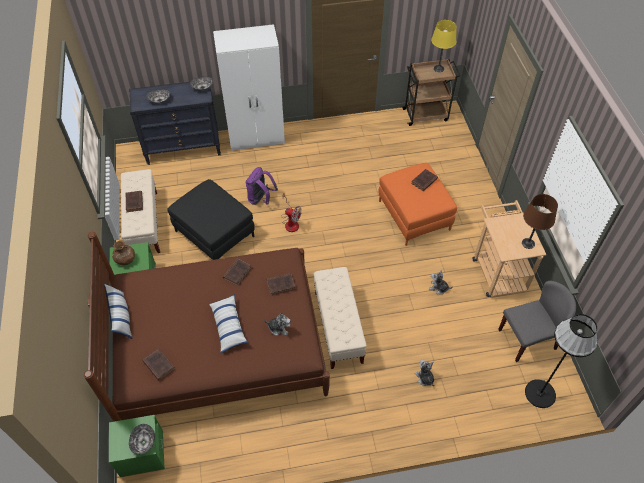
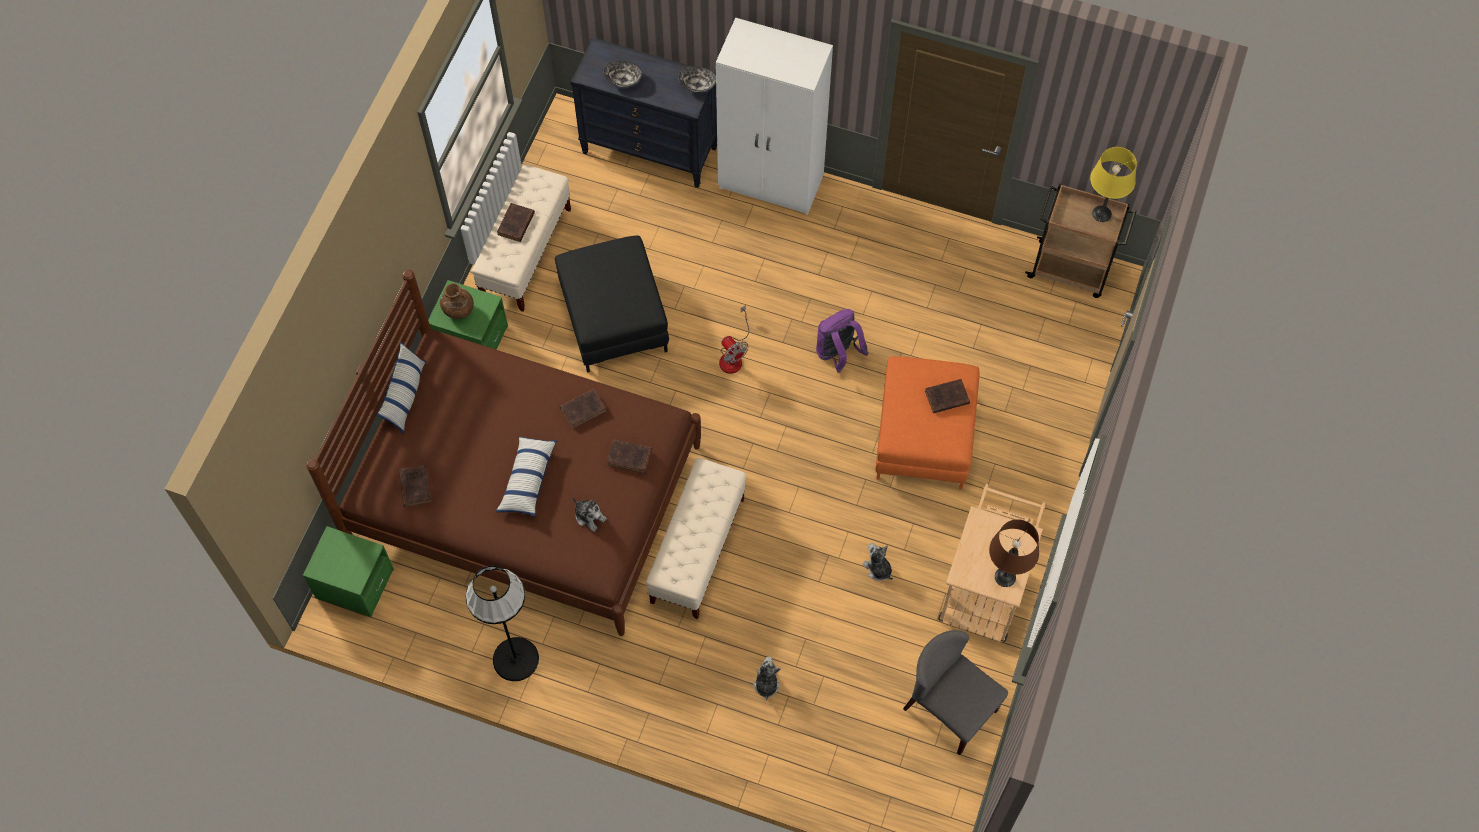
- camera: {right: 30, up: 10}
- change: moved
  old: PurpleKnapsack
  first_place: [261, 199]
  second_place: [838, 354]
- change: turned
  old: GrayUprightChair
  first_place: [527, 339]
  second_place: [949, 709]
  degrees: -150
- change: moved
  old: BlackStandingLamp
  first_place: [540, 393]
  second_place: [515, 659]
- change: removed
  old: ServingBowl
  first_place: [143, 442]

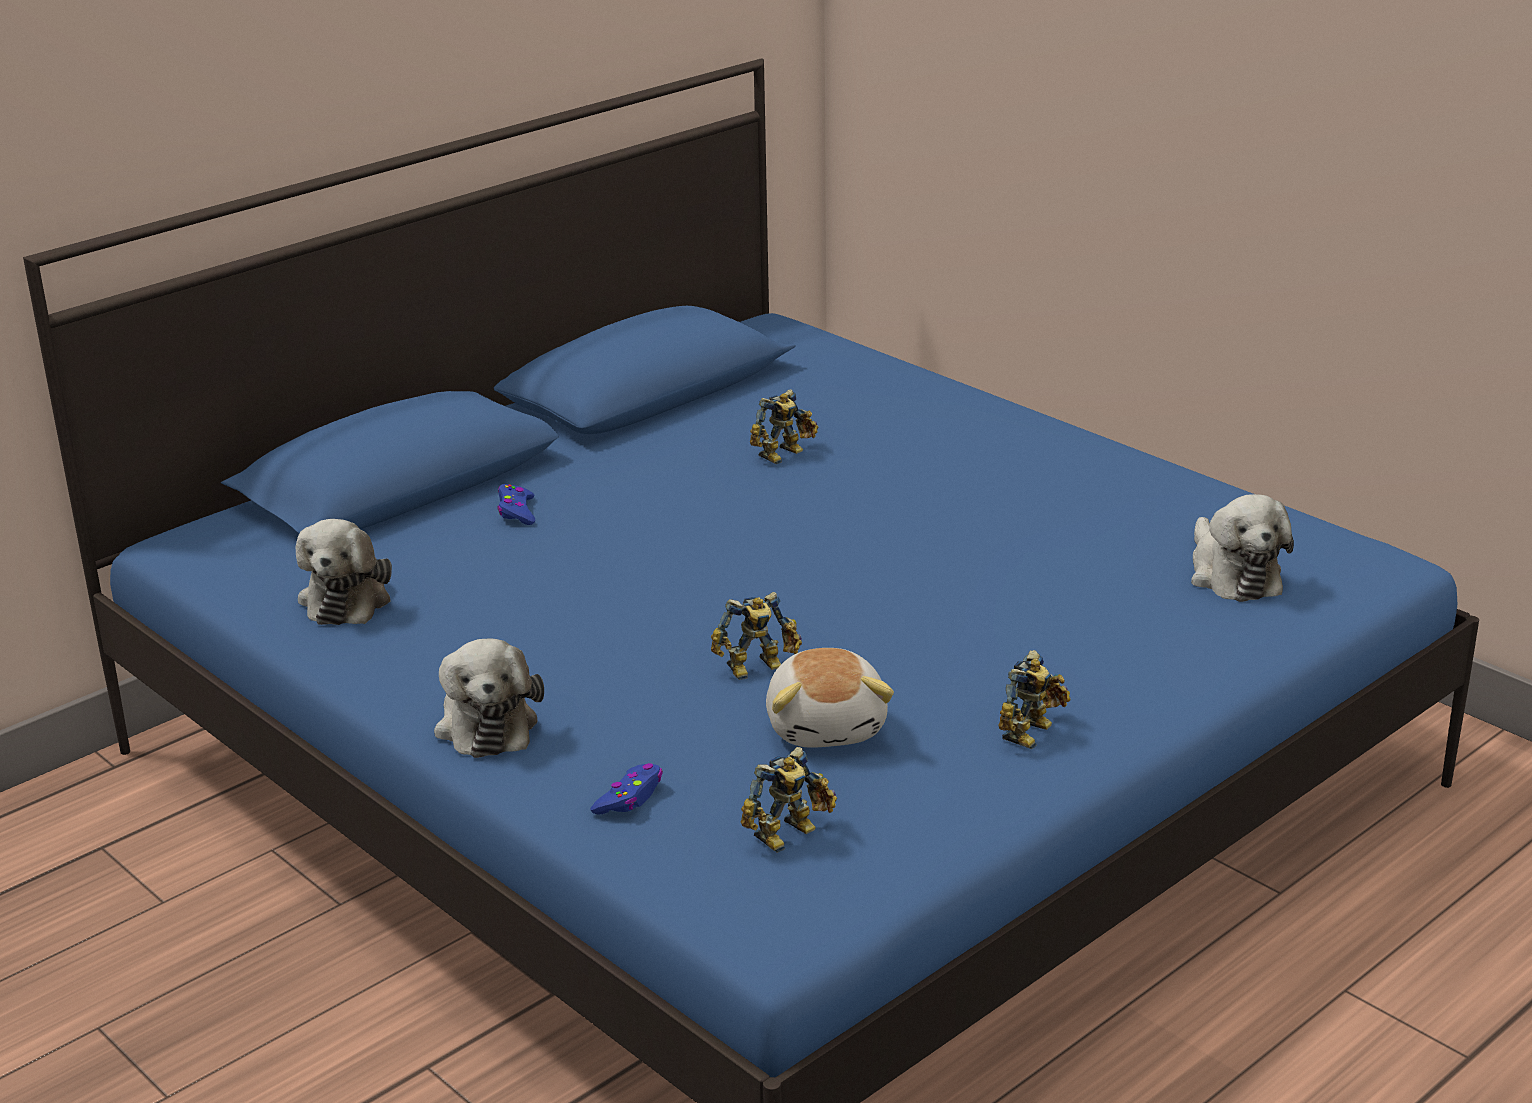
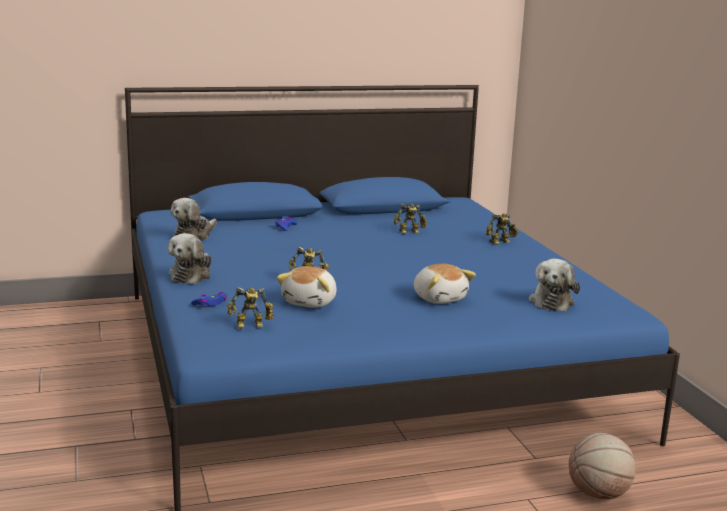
- camera: {right: 25, up: -10}
- change: moved
  old: RobotFigure
  first_place: [1032, 733]
  second_place: [501, 242]
- change: added
  new: SoftToy
  second_place: [439, 298]
- change: added
  new: Basketball
  second_place: [598, 494]

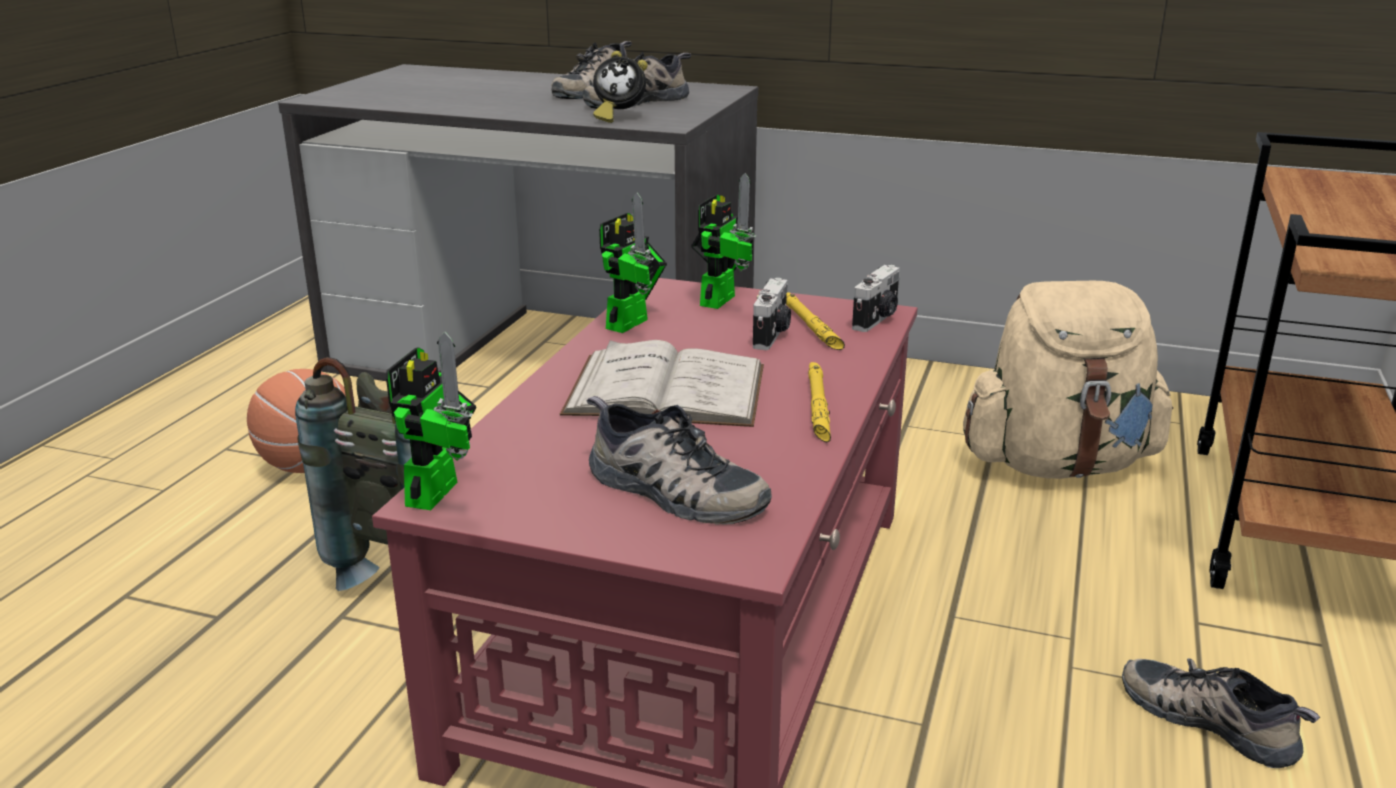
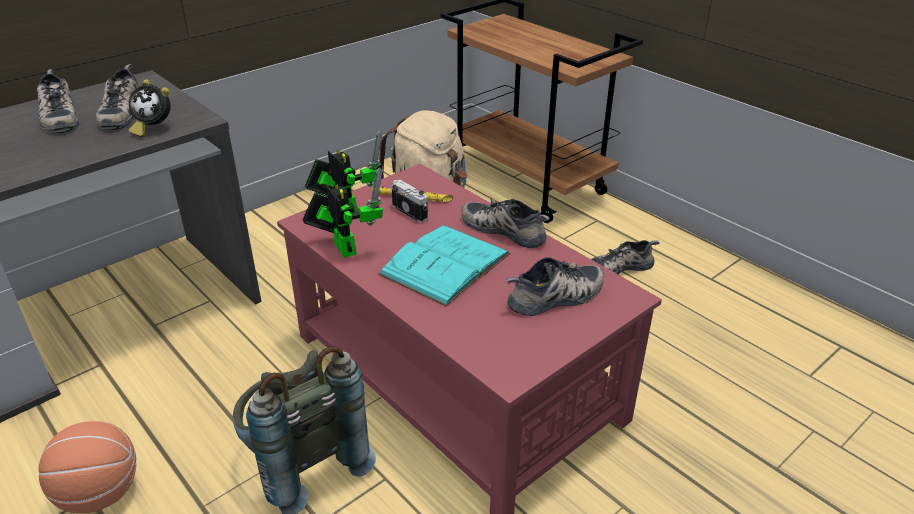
- camera: {right: -60, up: 10}
- change: turned
  old: BedsideClock
  first_place: [618, 117]
  second_place: [153, 129]
  degrees: 60
- change: removed
  old: StillCamera
  first_place: [877, 319]
- change: removed
  old: RobotFigure
  first_place: [436, 489]
- change: recoloured
  old: WhiteBook
  new: TurquoiseBook
  first_place: [666, 389]
  second_place: [445, 264]
- change: replaced
  old: YellowishHandTorch
  new: ItemOfFootwear
  first_place: [818, 407]
  second_place: [505, 229]

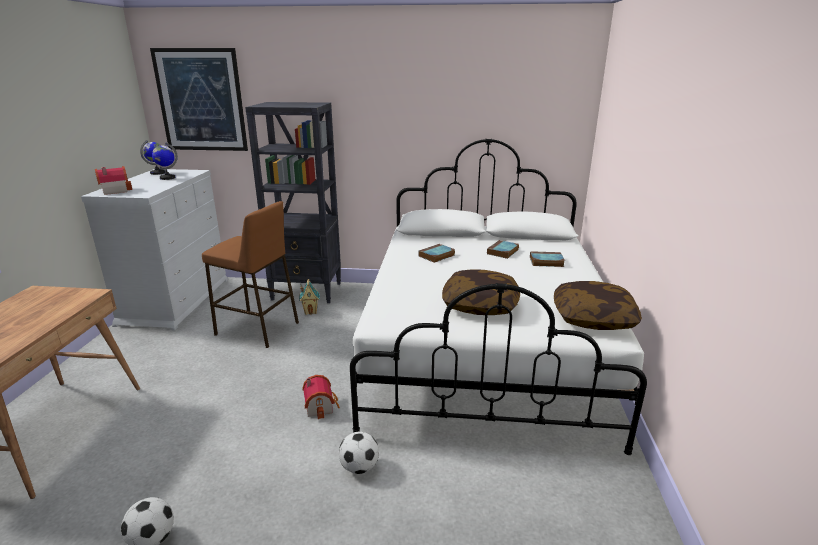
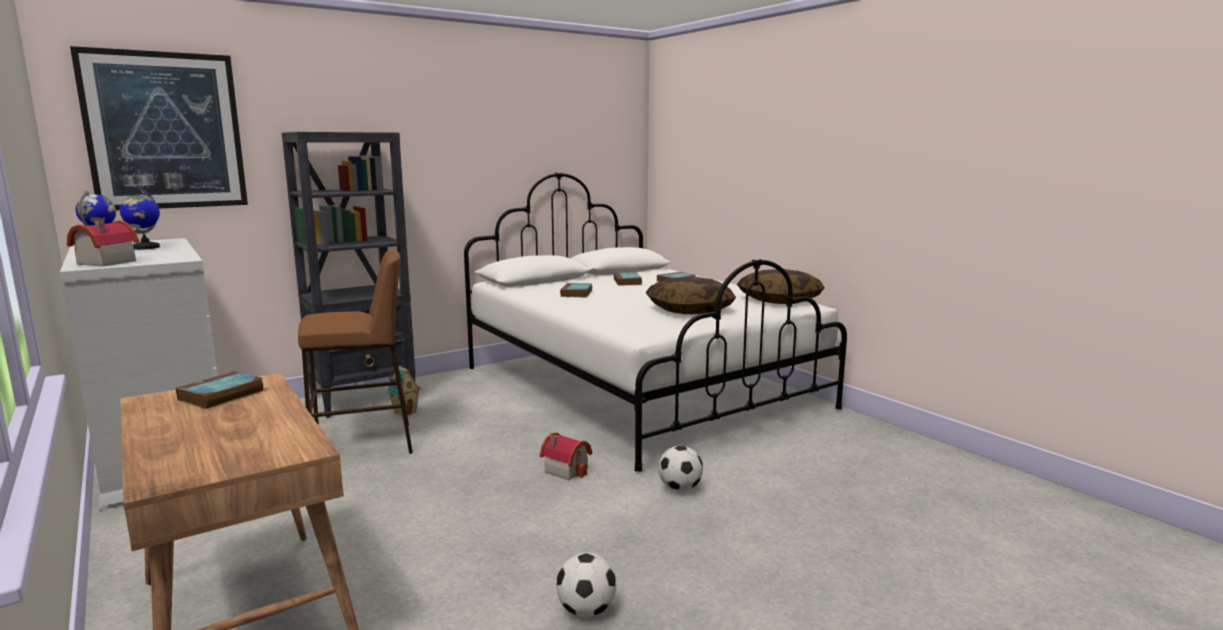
- camera: {right: -40, up: -10}
- change: added
  new: Book
  second_place: [221, 396]

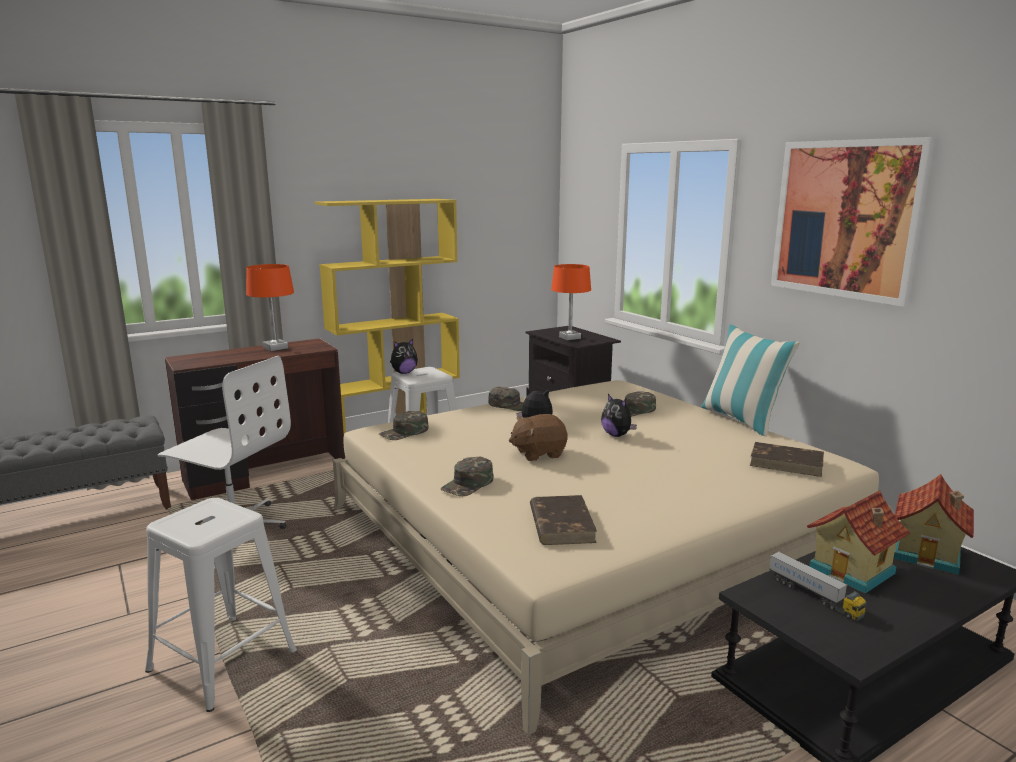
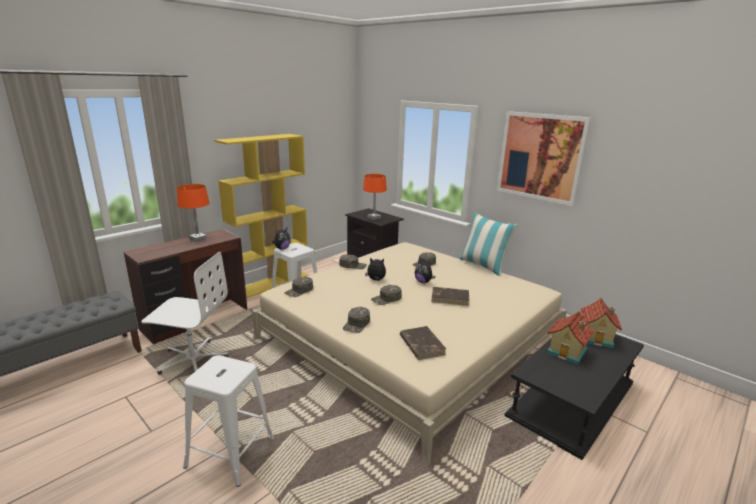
- camera: {right: -15, up: 5}
- change: replaced
  old: BrownColouredSoftToy
  new: GreenishBaseballCap
  first_place: [538, 453]
  second_place: [386, 299]
- change: moved
  old: BrownColouredBook
  first_place: [787, 462]
  second_place: [450, 298]
- change: removed
  old: ToyTruck
  first_place: [814, 596]

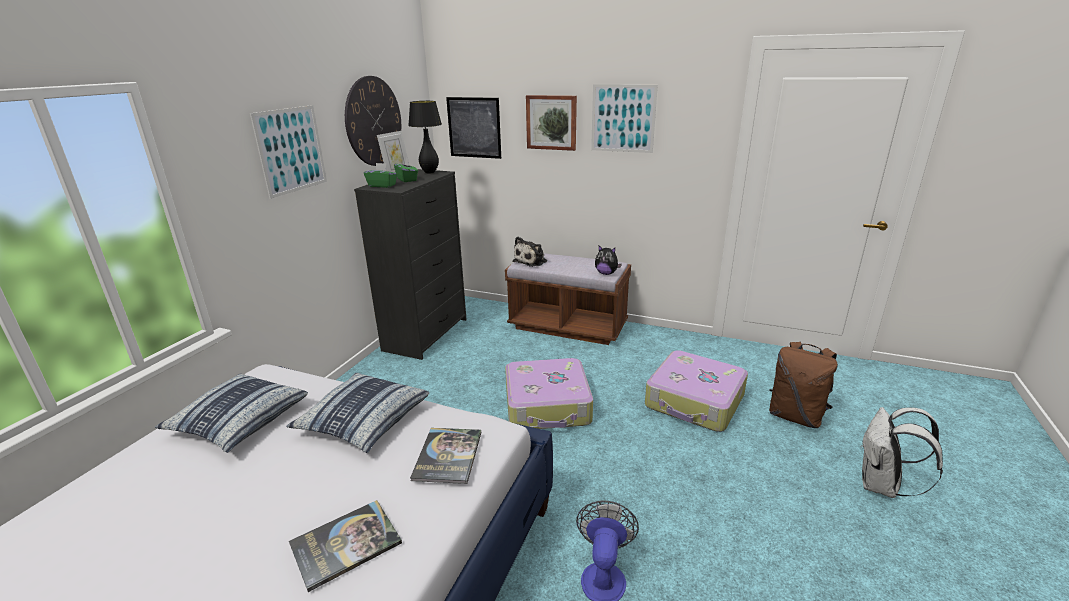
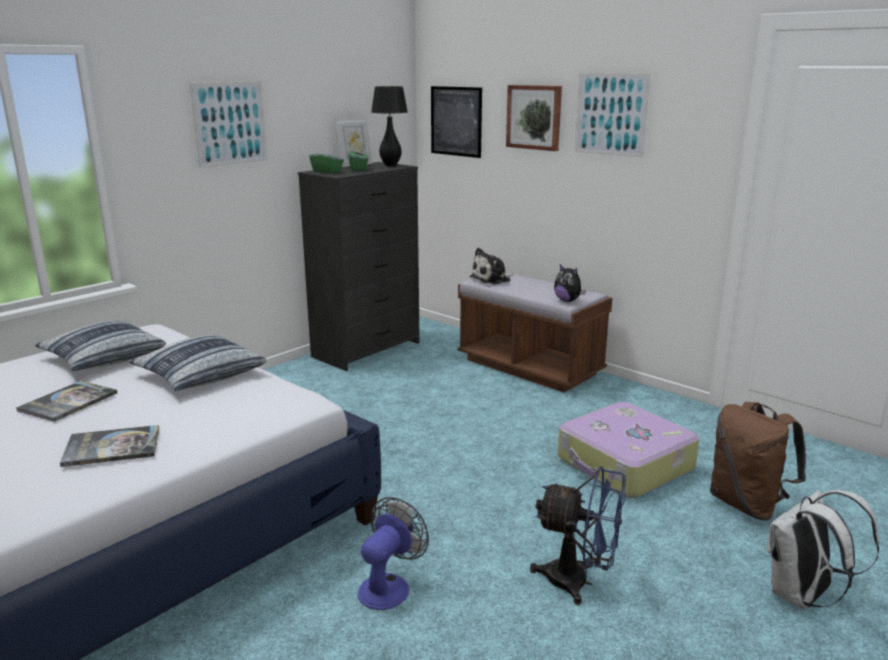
- camera: {right: 20, up: -5}
- change: removed
  old: WallClock
  first_place: [373, 121]
- change: removed
  old: Suitcase
  first_place: [548, 406]
- change: moved
  old: Book
  first_place: [448, 455]
  second_place: [68, 402]
- change: added
  new: BluishElectricFan
  second_place: [579, 582]

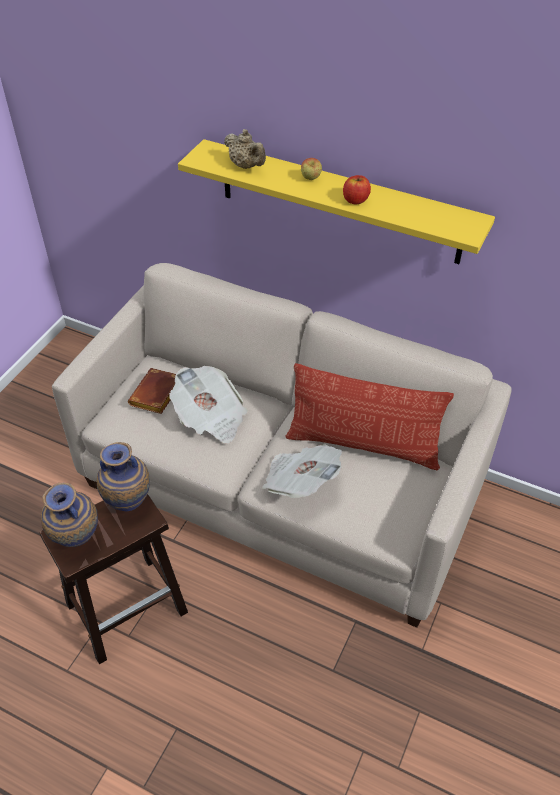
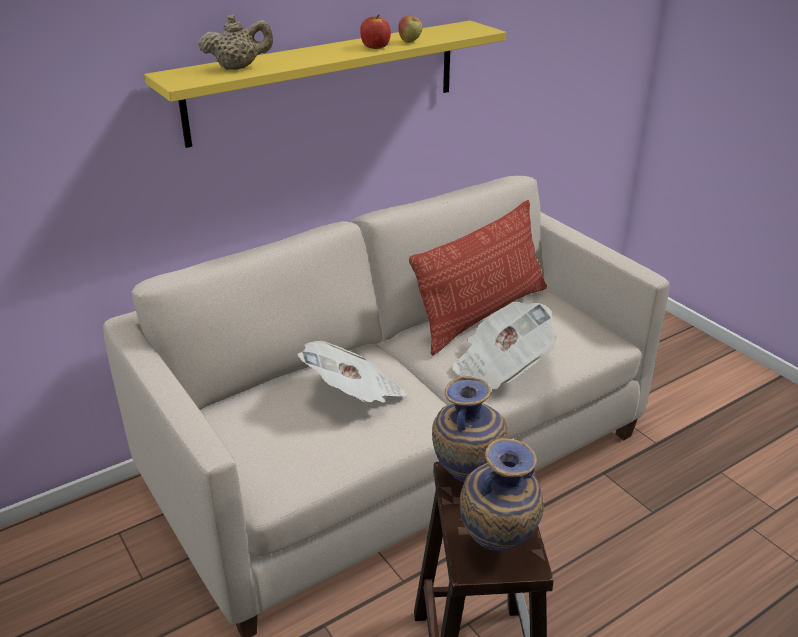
- camera: {right: -60, up: -15}
- change: moved
  old: WholeApple
  first_place: [311, 179]
  second_place: [410, 42]
- change: removed
  old: BrownColouredBook
  first_place: [157, 395]

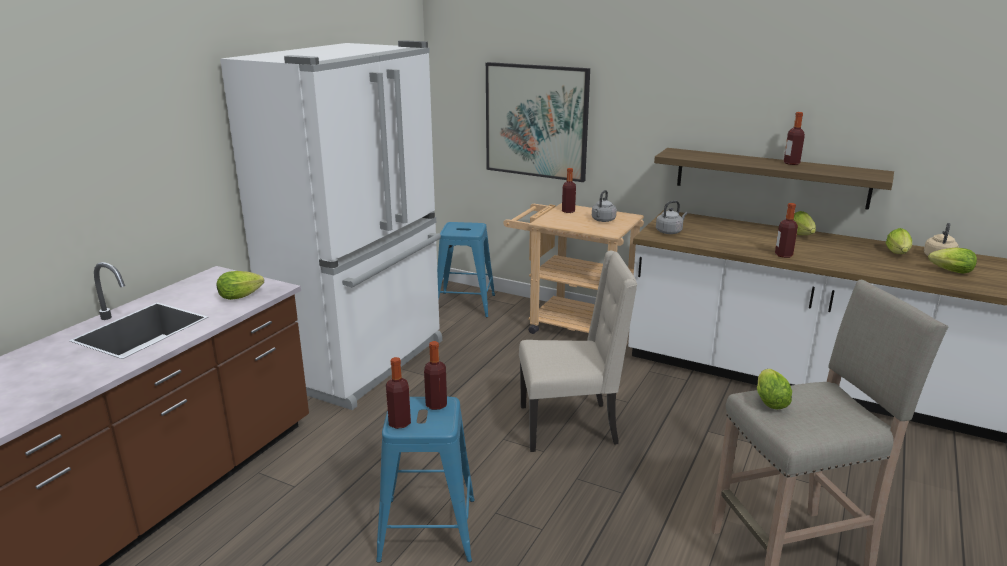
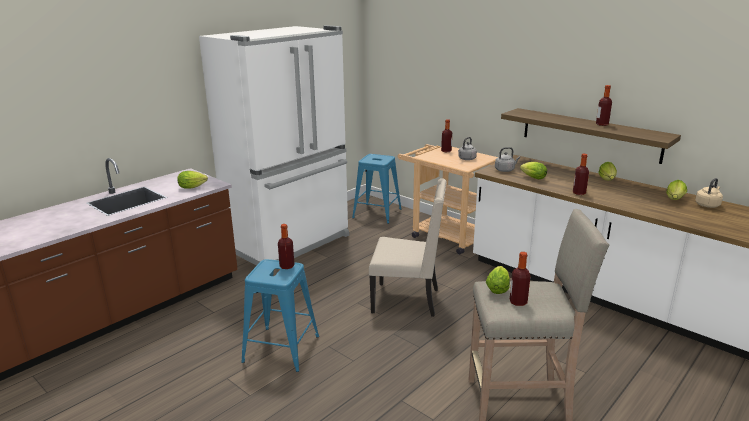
- camera: {right: 15, up: 0}
- change: removed
  old: WallArt
  first_place: [536, 121]
- change: moved
  old: Lettuce
  first_place: [948, 271]
  second_place: [532, 177]
- change: moved
  old: DrinkBottle
  first_place: [399, 423]
  second_place: [518, 302]

